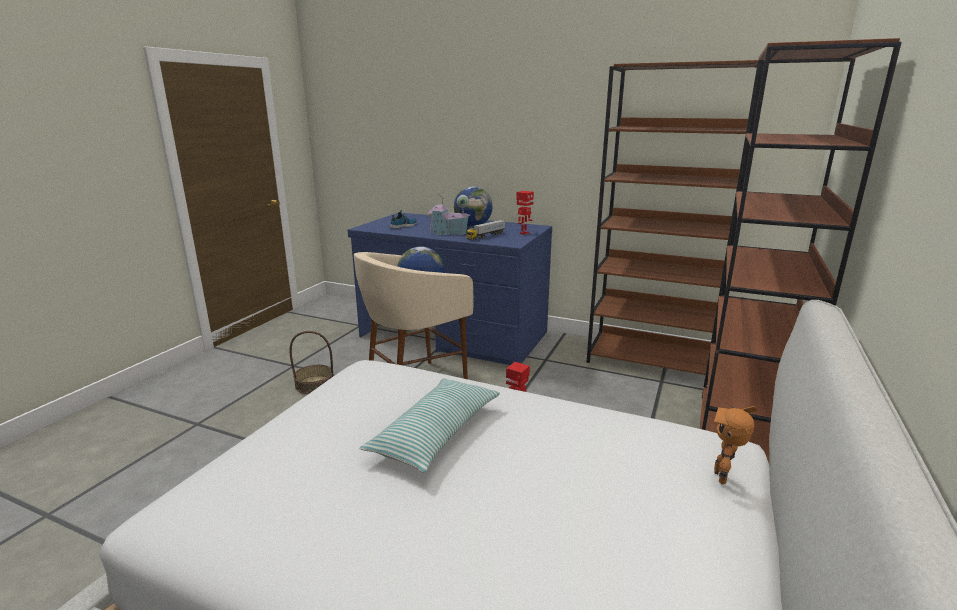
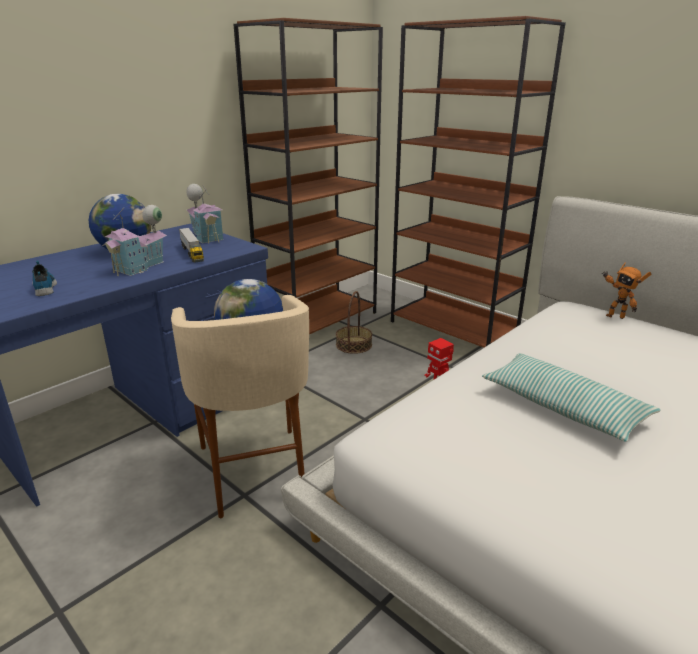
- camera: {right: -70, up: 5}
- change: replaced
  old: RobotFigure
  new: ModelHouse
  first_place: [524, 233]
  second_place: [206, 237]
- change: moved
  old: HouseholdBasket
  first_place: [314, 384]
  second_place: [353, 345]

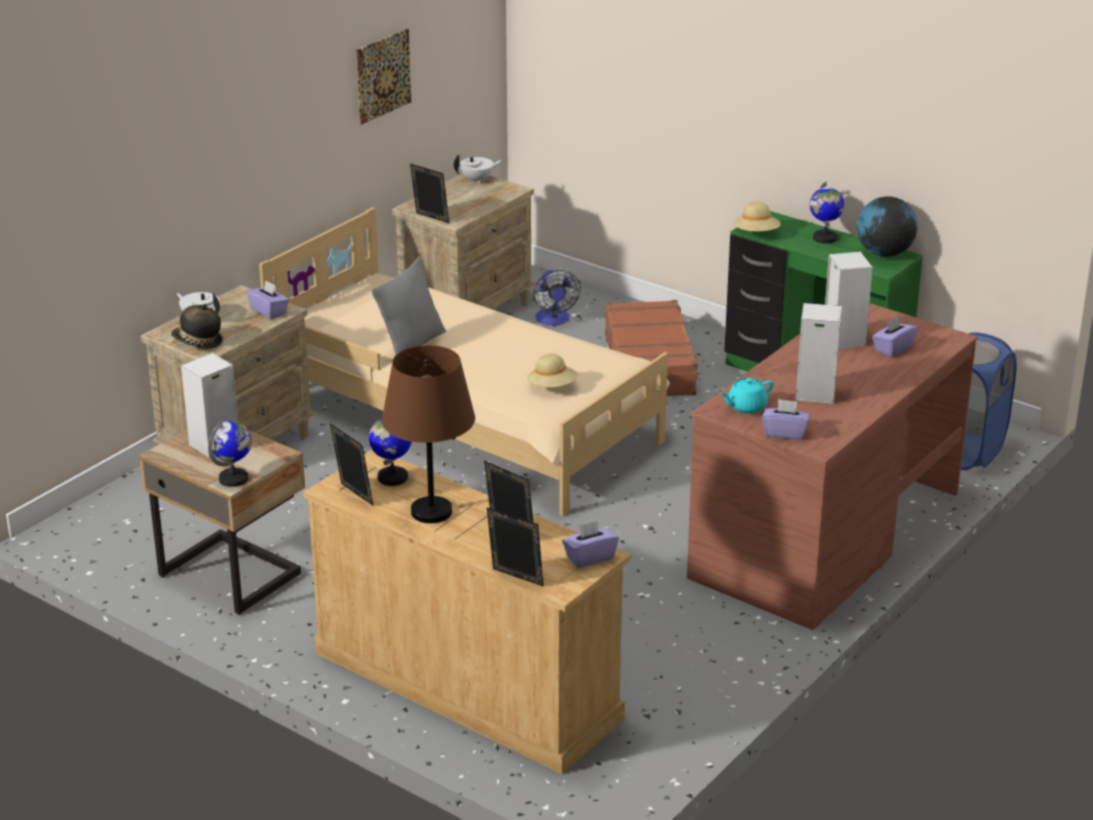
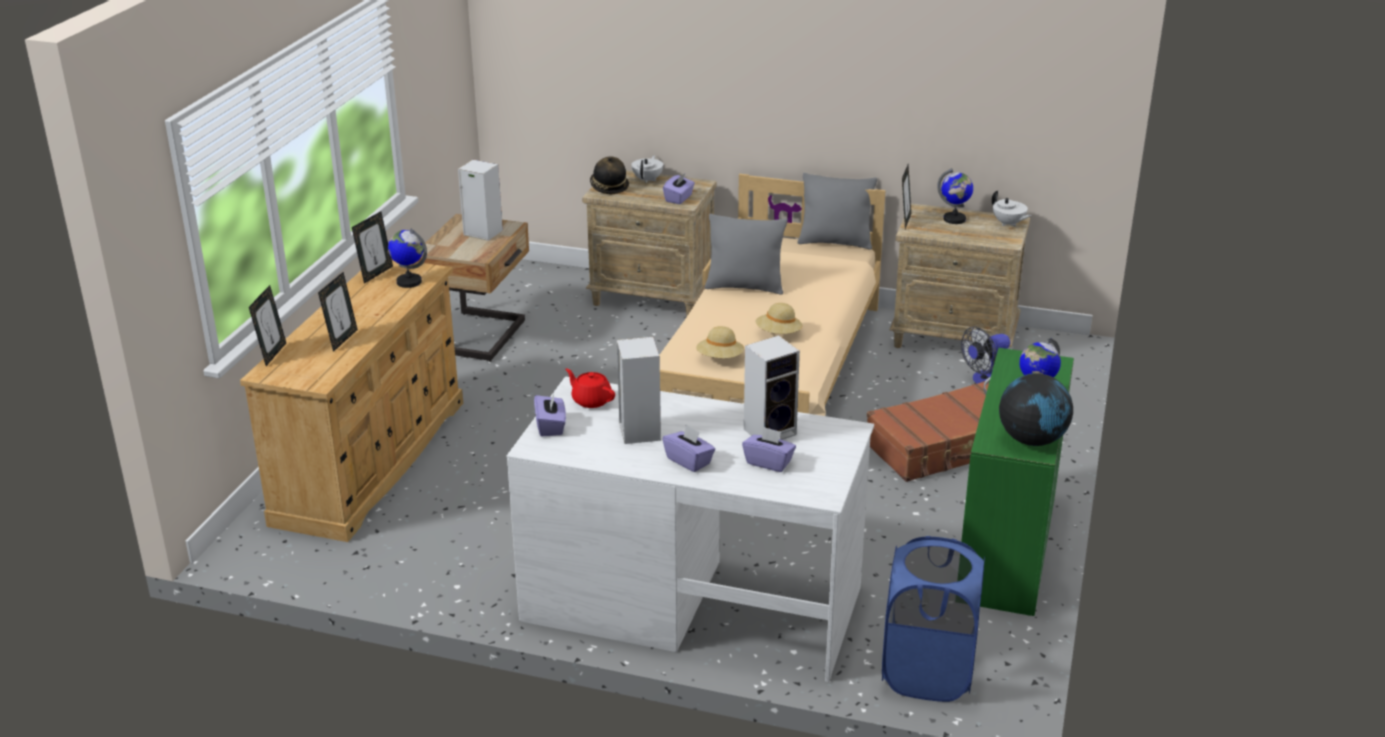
- camera: {right: 70, up: 0}
- change: removed
  old: WallArt
  first_place: [383, 76]
- change: moved
  old: BeigeColouredClothingHat
  first_place: [756, 234]
  second_place: [778, 334]
- change: recoloured
  old: BrownColouredDesk
  new: WhiteDesk
  first_place: [824, 535]
  second_place: [692, 602]
- change: removed
  old: BrownColouredTabletopLamp
  first_place: [431, 512]
- change: recoloured
  old: TurquoisePotForTea
  new: RedPotForTea
  first_place: [746, 407]
  second_place: [591, 400]
- change: moved
  old: WorldGlobe
  first_place: [234, 479]
  second_place: [954, 219]
- change: moved
  old: PurpleBoxOfTissues
  first_place: [589, 557]
  second_place: [689, 461]
- change: added
  new: GrayPillow
  second_place: [835, 242]

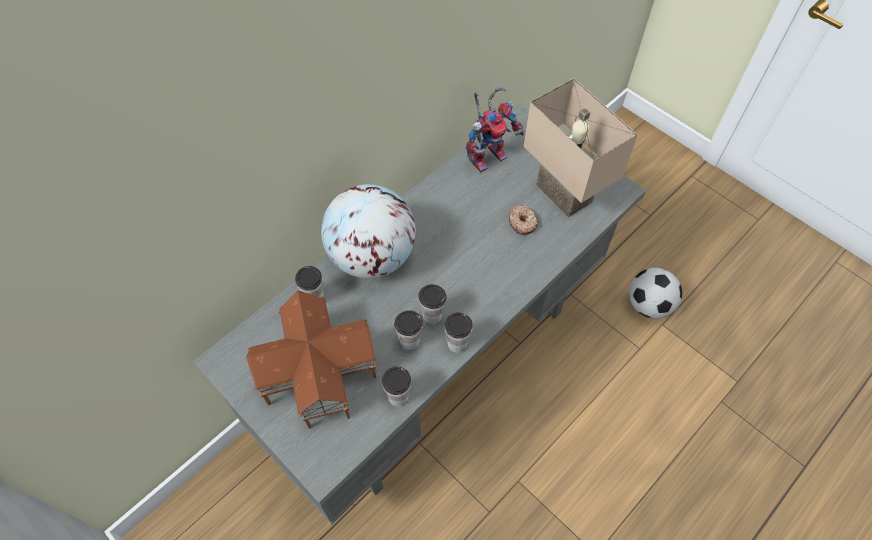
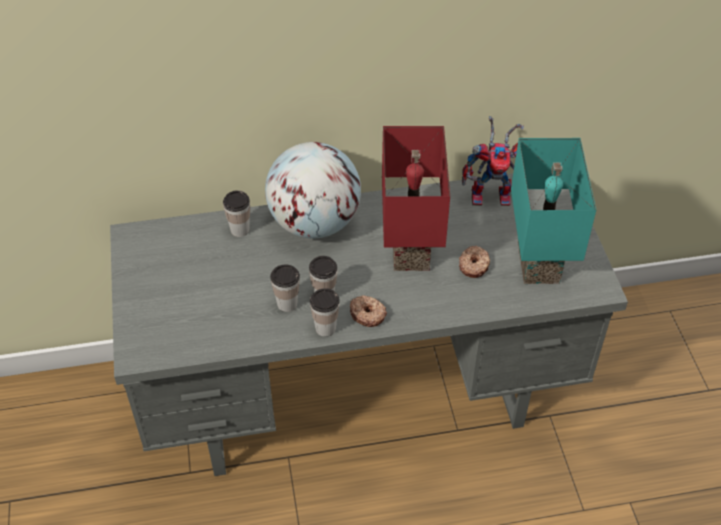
- camera: {right: 35, up: -10}
- change: recoloured
  old: BeigeColouredTabletopLamp
  new: TurquoiseTabletopLamp
  first_place: [561, 194]
  second_place: [535, 261]
- change: removed
  old: Football
  first_place: [648, 305]
- change: removed
  old: ModelHouse
  first_place: [317, 375]
- change: removed
  old: SmallCup
  first_place: [398, 397]
- change: added
  new: RedTabletopLamp
  second_place: [407, 249]
- change: added
  new: RingDoughnut
  second_place: [367, 314]

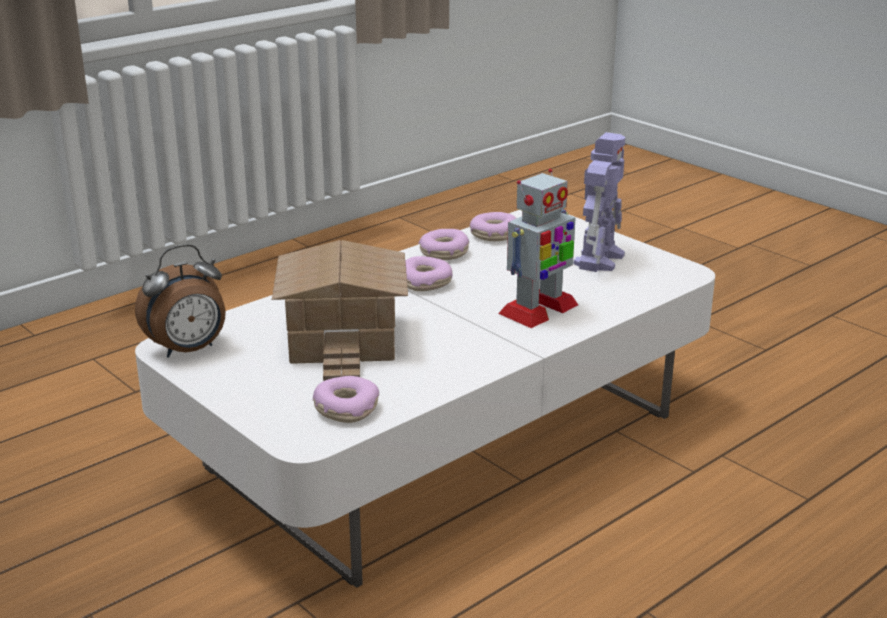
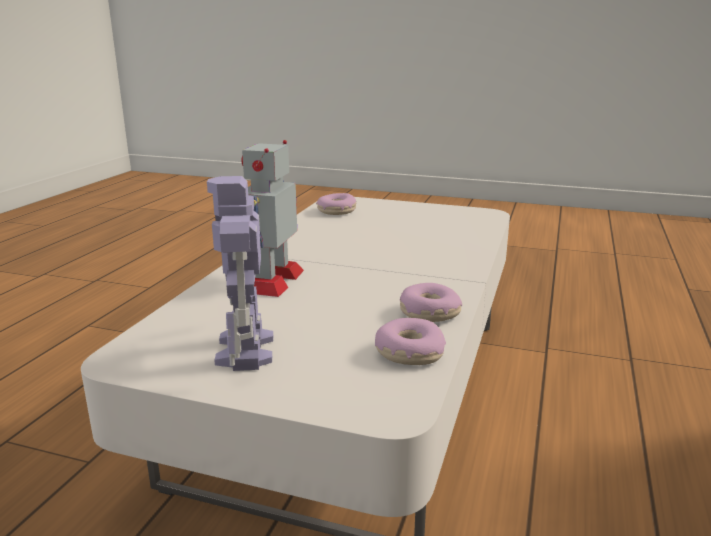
- camera: {right: 150, up: -5}
- change: removed
  old: ModelHouse
  first_place: [340, 338]
- change: removed
  old: BedsideClock
  first_place: [188, 350]
- change: removed
  old: RingDoughnut
  first_place: [425, 282]

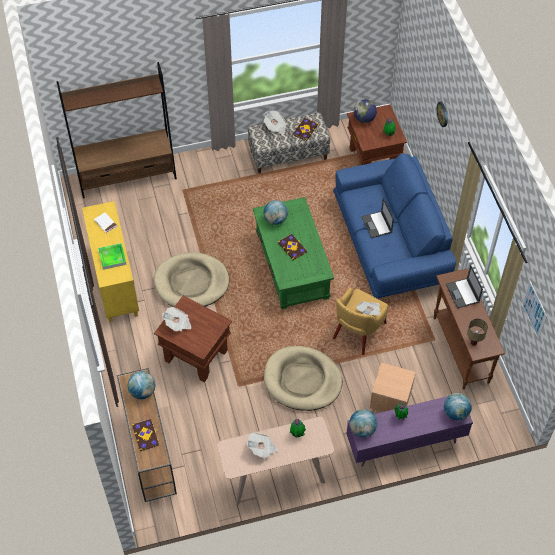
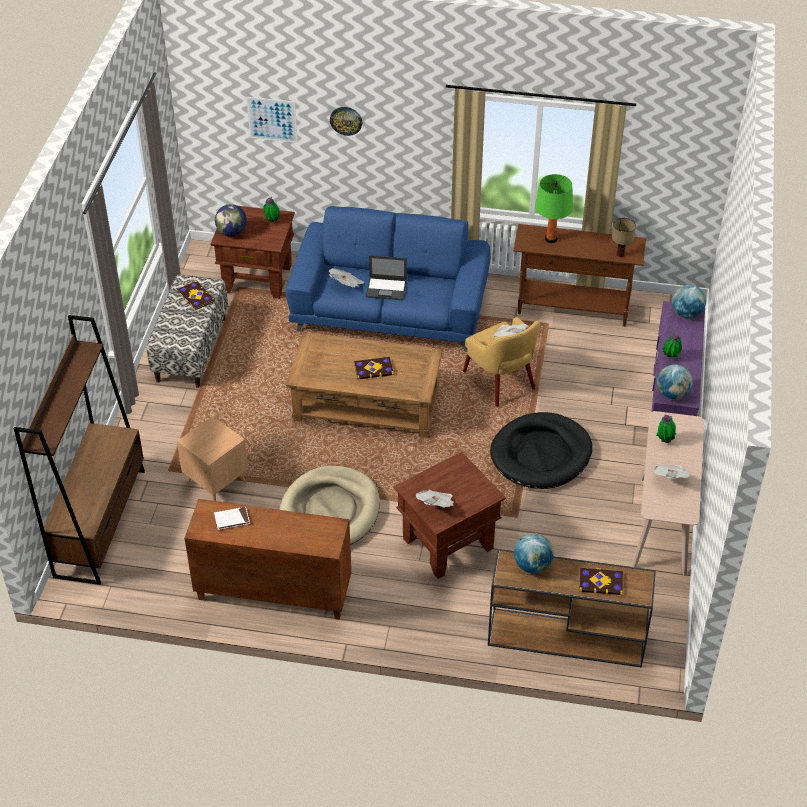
- camera: {right: -65, up: -10}
- change: moved
  old: DailyPaper
  first_place: [275, 127]
  second_place: [346, 285]
- change: recoloured
  old: GreenishLoungeTable
  new: BrownColouredLoungeTable
  first_place: [292, 265]
  second_place: [366, 405]
- change: removed
  old: WorldGlobe
  first_place: [275, 219]
- change: recoloured
  old: YellowishCupboard
  new: BrownColouredCupboard
  first_place: [114, 280]
  second_place: [272, 593]
- change: removed
  old: ServingTray
  first_place: [112, 257]
- change: replaced
  old: PortableComputer
  new: GreenishTabletopLamp
  first_place: [462, 293]
  second_place: [551, 239]
- change: moved
  old: WallArt
  first_place: [534, 310]
  second_place: [272, 119]
- change: recoloured
  old: BeigeColouredDogBed
  new: BlackDogBed
  first_place: [302, 380]
  second_place: [541, 454]
- change: moved
  old: BrownColouredEndTable
  first_place: [389, 405]
  second_place: [216, 483]

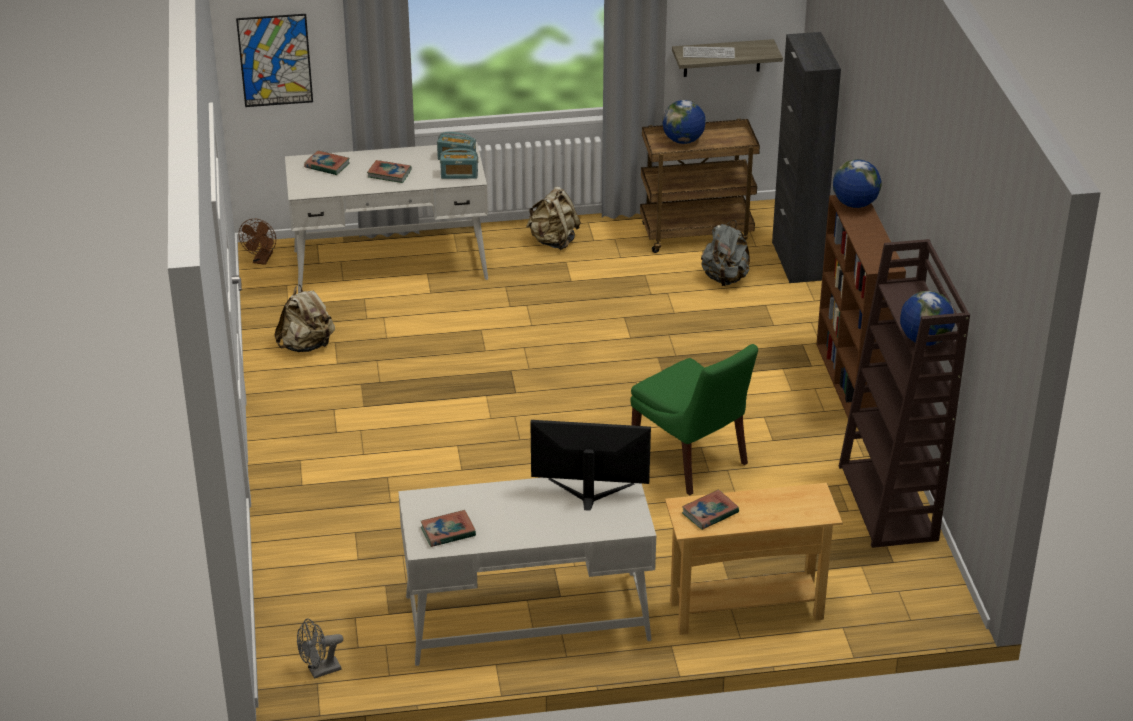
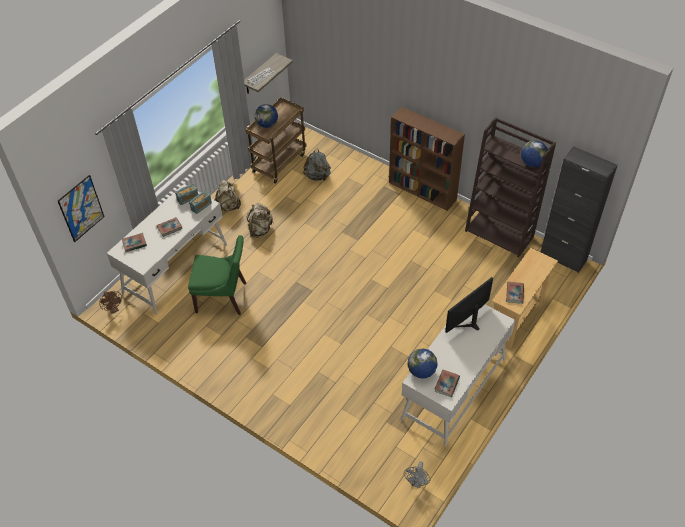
- camera: {right: -45, up: 15}
- change: moved
  old: BlackCupboard
  first_place: [797, 261]
  second_place: [563, 257]
- change: moved
  old: WorldGlobe
  first_place: [854, 204]
  second_place: [421, 371]
- change: moved
  old: BeigeColouredKnapsack
  first_place: [306, 345]
  second_place: [260, 229]
- change: moved
  old: GreenishUprightChair
  first_place: [691, 460]
  second_place: [223, 298]

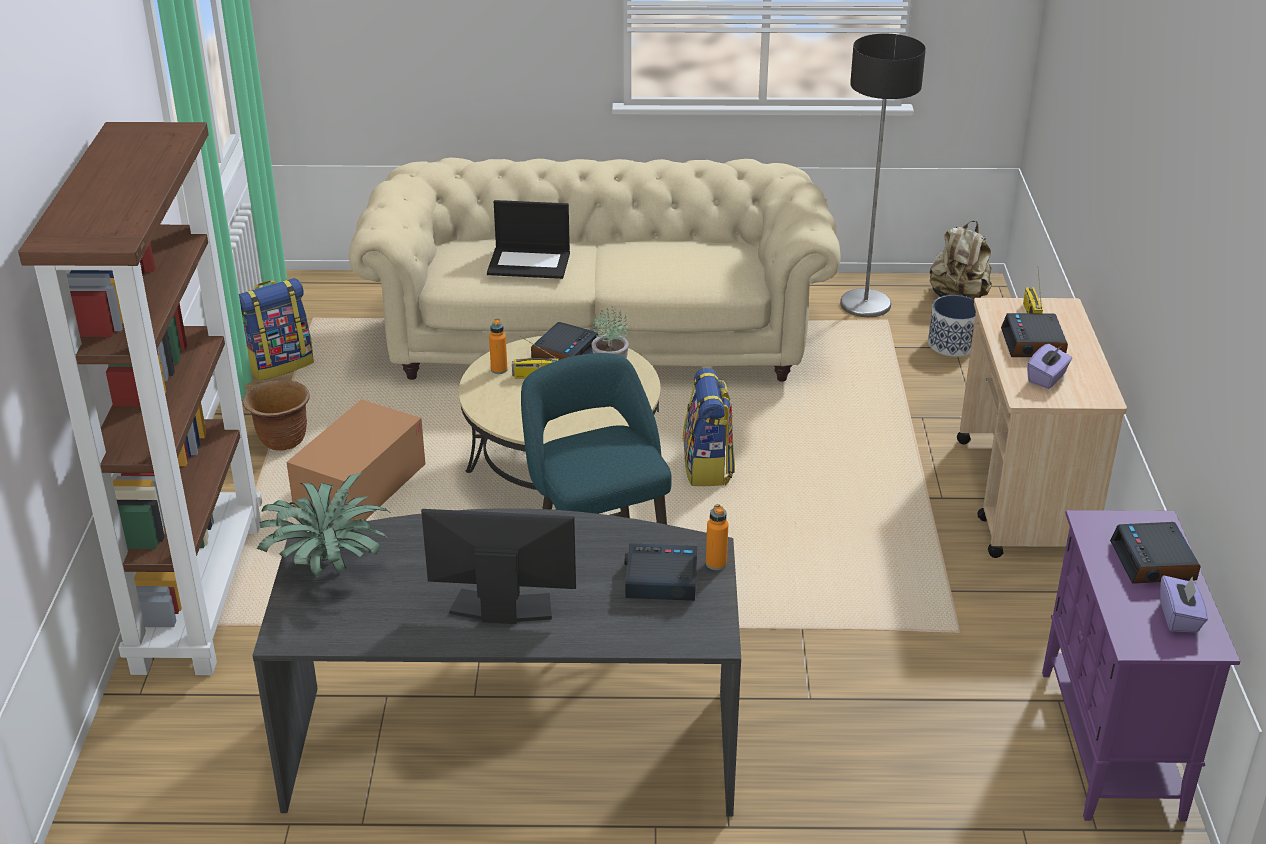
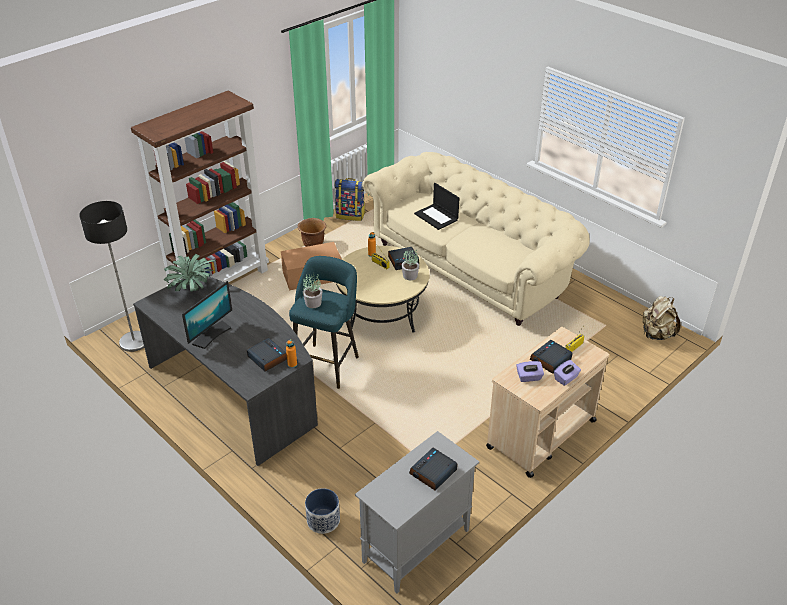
- camera: {right: 45, up: 5}
- change: moved
  old: StandingLamp
  first_place: [865, 304]
  second_place: [134, 342]
- change: moved
  old: PlantPot
  first_place: [952, 345]
  second_place: [323, 520]
- change: removed
  old: Knapsack
  first_place: [708, 468]
- change: turned
  old: ComputerScreen
  first_place: [502, 609]
  second_place: [211, 335]
  degrees: 75
- change: recoloured
  old: PurpleCupboard
  new: GrayCupboard
  first_place: [1111, 745]
  second_place: [415, 546]
- change: moved
  old: PurpleBoxOfTissues
  first_place: [1179, 617]
  second_place: [566, 378]
- change: added
  new: Houseplant
  second_place: [313, 303]

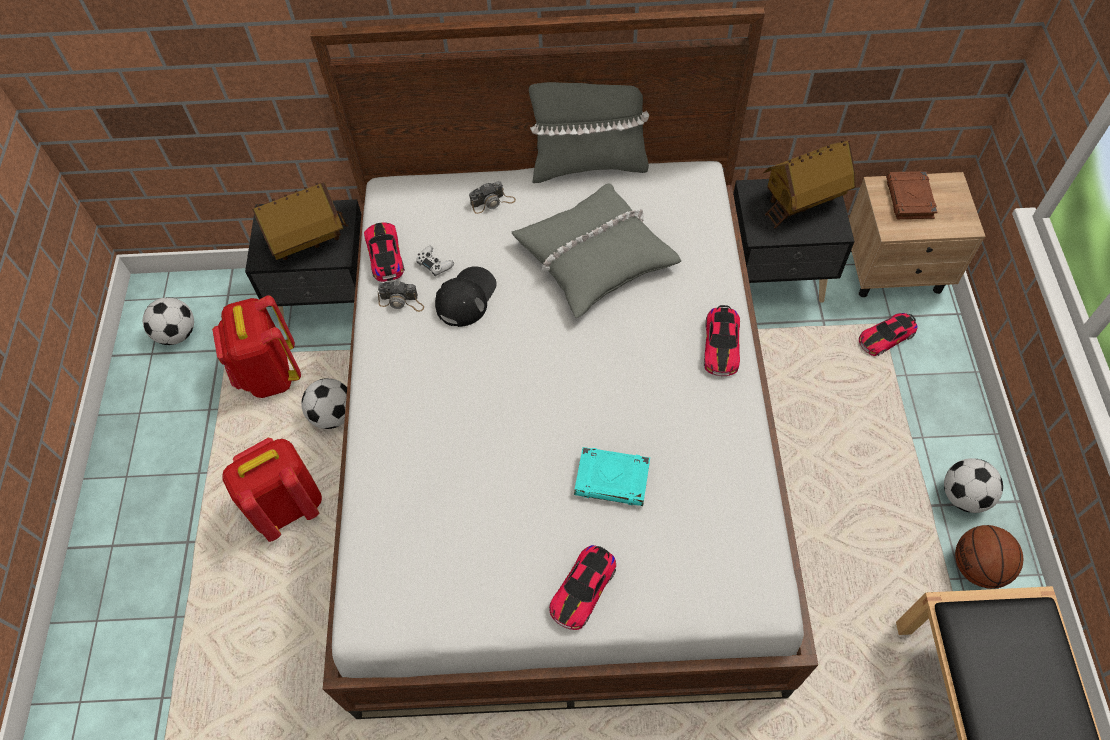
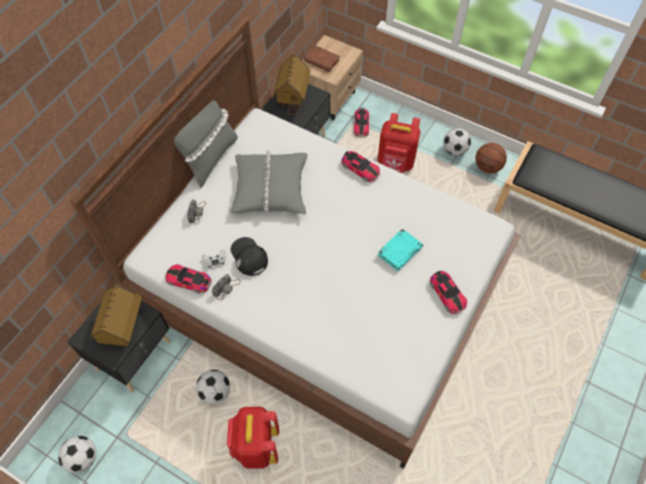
- camera: {right: -60, up: 0}
- change: moved
  old: RedKnapsack
  first_place: [269, 374]
  second_place: [396, 163]

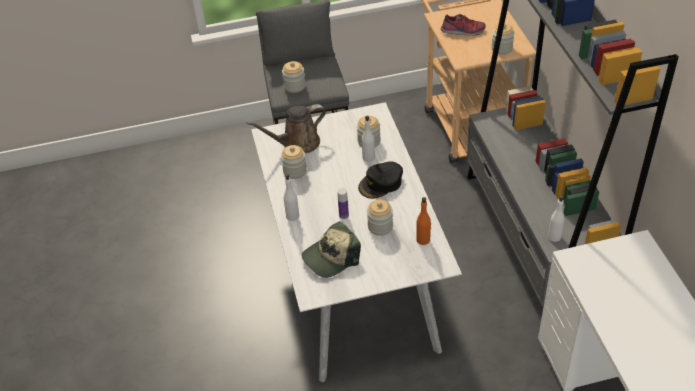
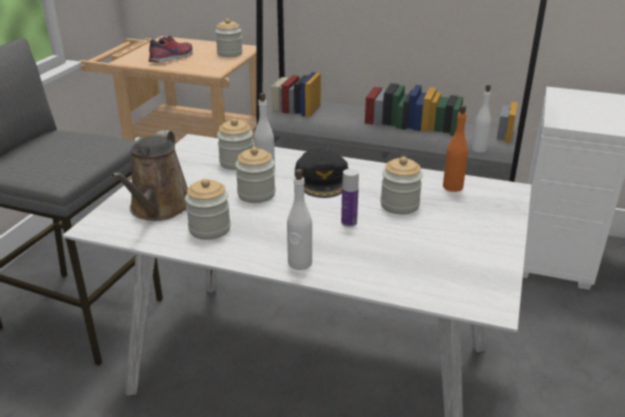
- camera: {right: -60, up: -15}
- change: moved
  old: StorageJar
  first_place: [294, 86]
  second_place: [256, 194]
- change: removed
  old: BaseballCap
  first_place: [331, 257]

